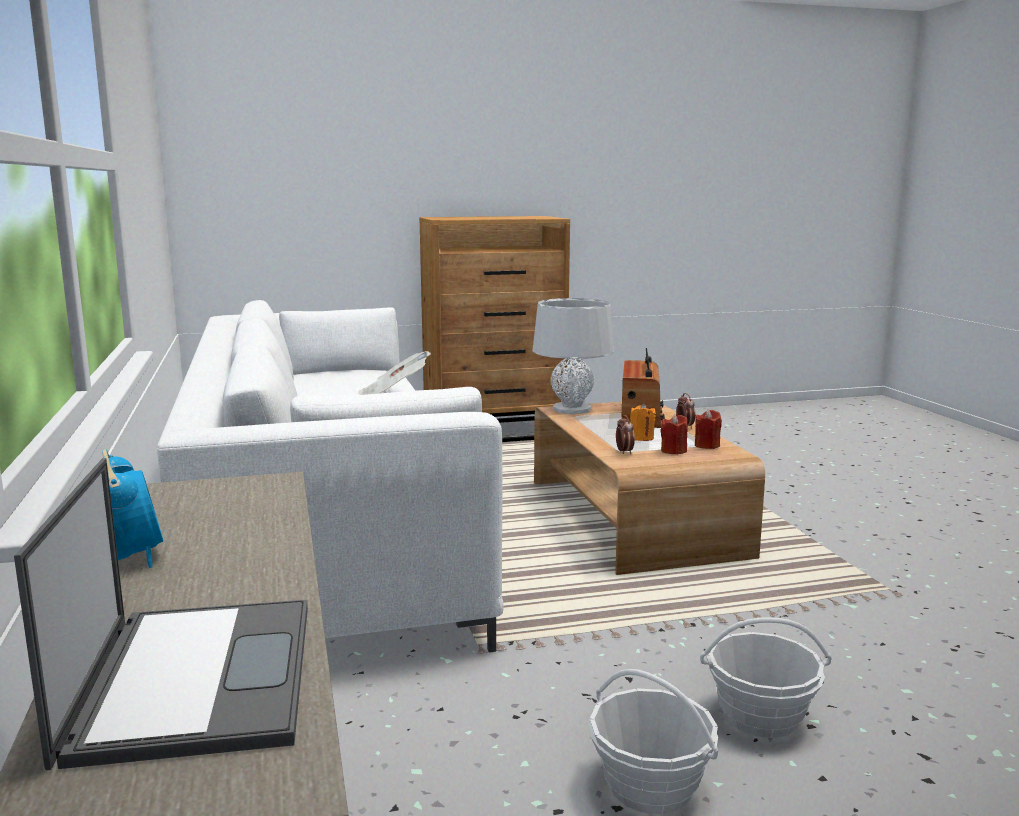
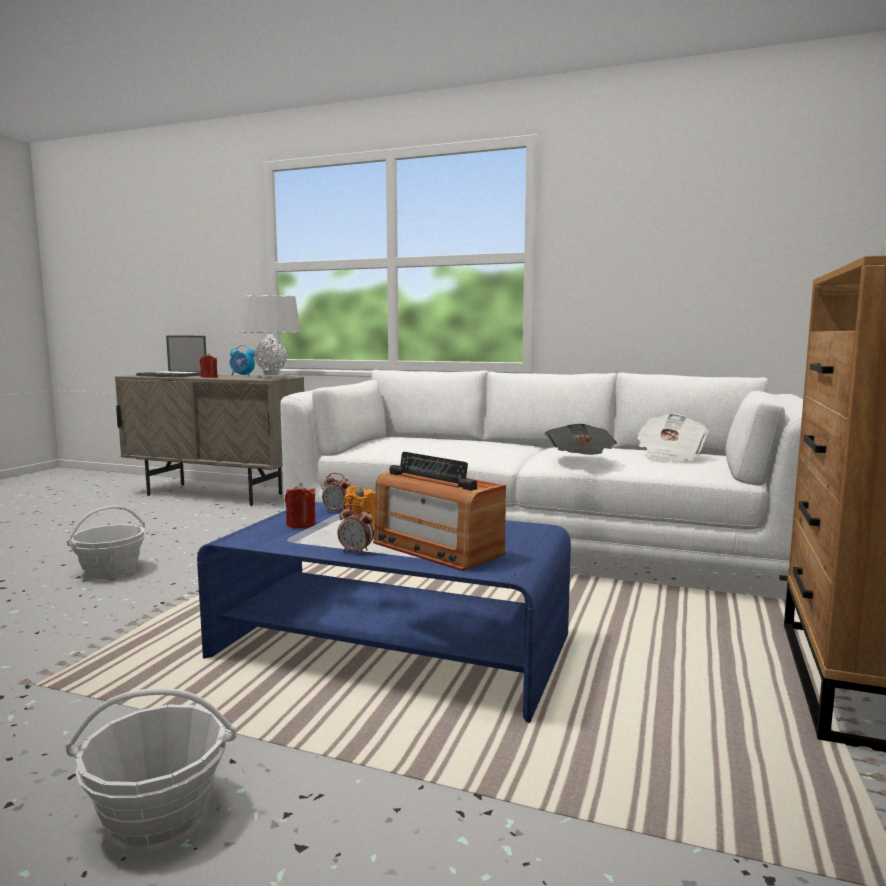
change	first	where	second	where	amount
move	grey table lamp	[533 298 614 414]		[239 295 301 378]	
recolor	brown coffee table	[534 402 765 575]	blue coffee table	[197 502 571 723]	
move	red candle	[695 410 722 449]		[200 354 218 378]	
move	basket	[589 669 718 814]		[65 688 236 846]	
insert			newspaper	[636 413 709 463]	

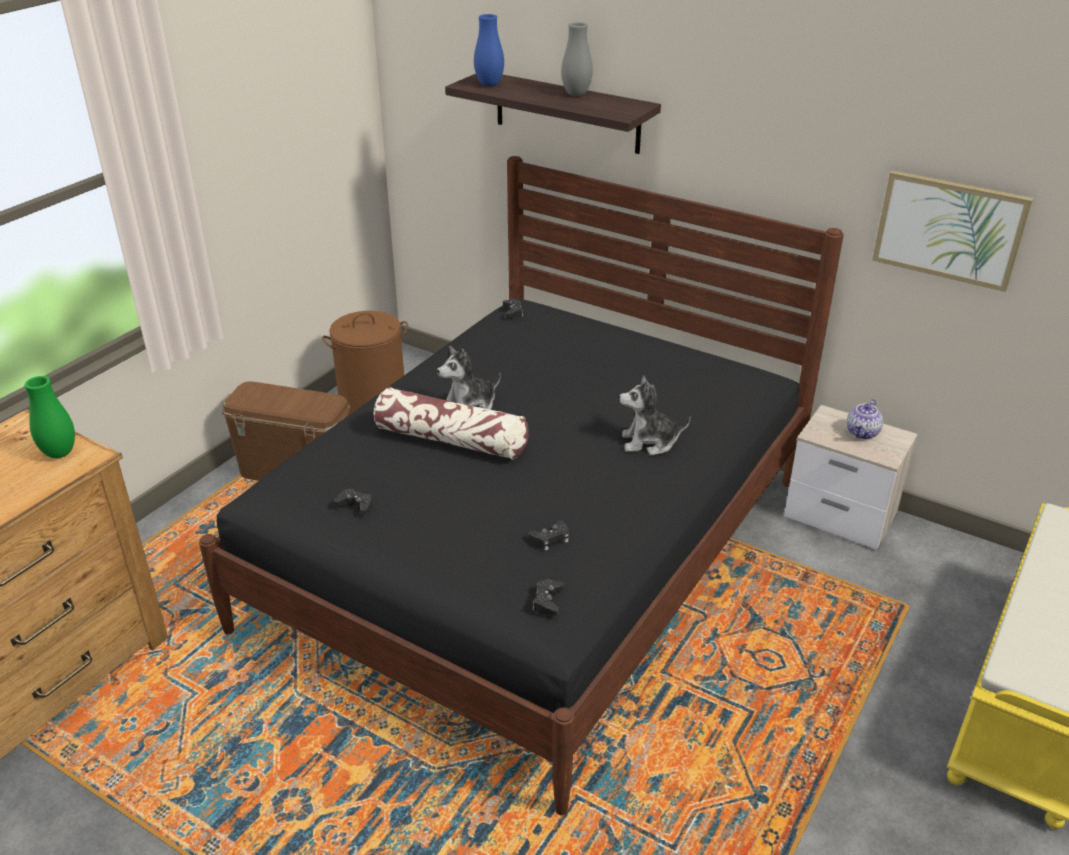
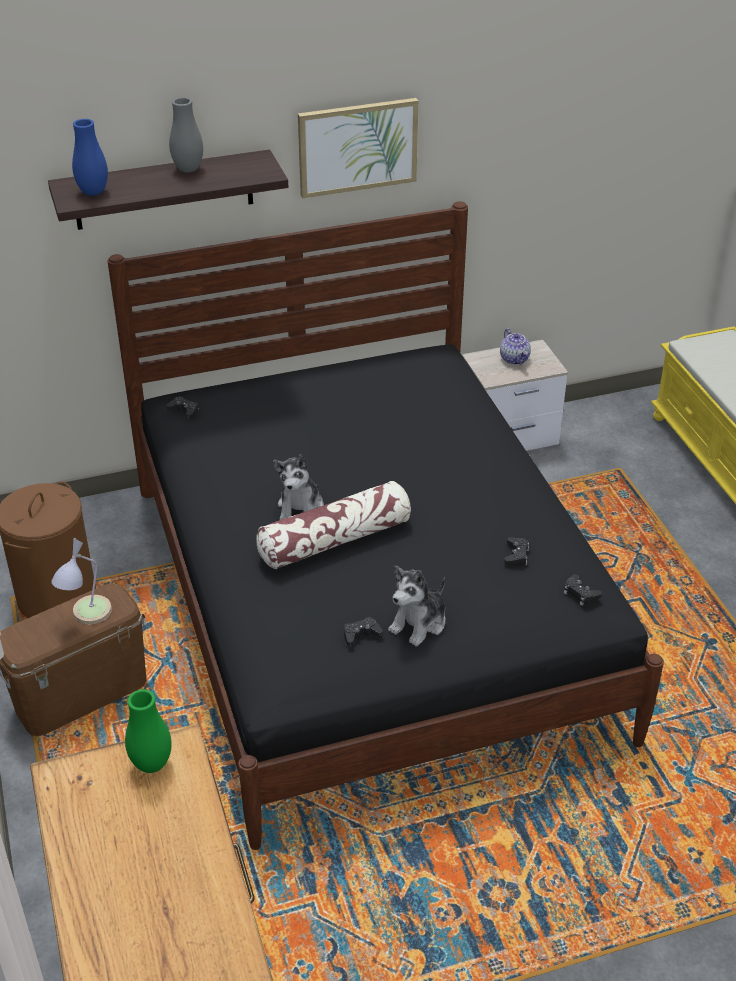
change	first	where	second	where	amount
move	picture	[872 170 1033 292]		[298 98 418 198]	
move	plush toy	[619 375 691 456]		[388 566 446 646]	
insert			table lamp	[51 538 112 624]	

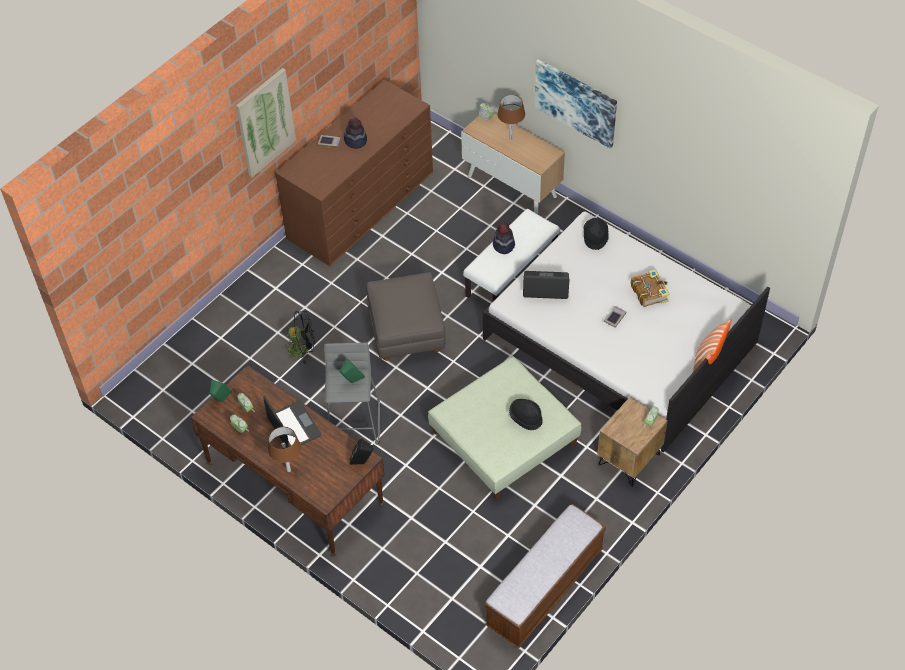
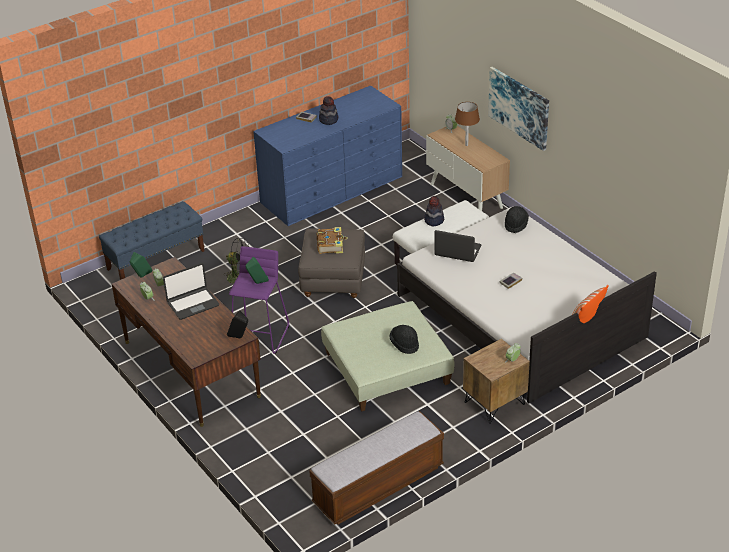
change	first	where	second	where	amount
delete	picture	[236 68 296 177]			
recolor	brown dresser	[275 80 433 266]	blue dresser	[253 85 402 226]	
move	book	[631 269 669 307]		[317 227 348 254]	
recolor	grey stool	[324 343 381 445]	purple stool	[229 246 289 354]	
rotate	laptop	[263 396 321 448]		[163 263 219 320]	75 degrees clockwise
delete	brown table lamp	[268 427 301 472]			
insert			blue bench	[99 201 205 280]	

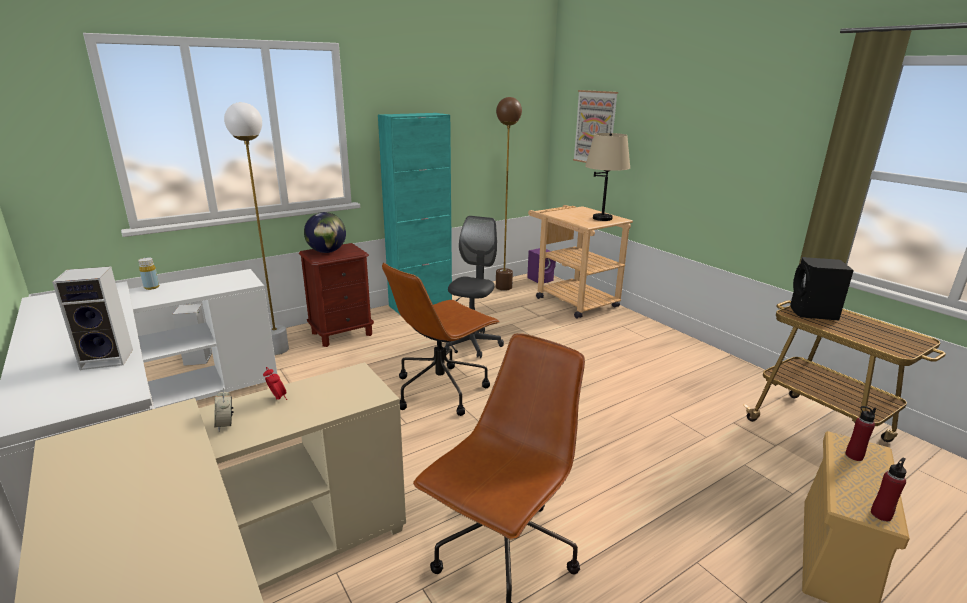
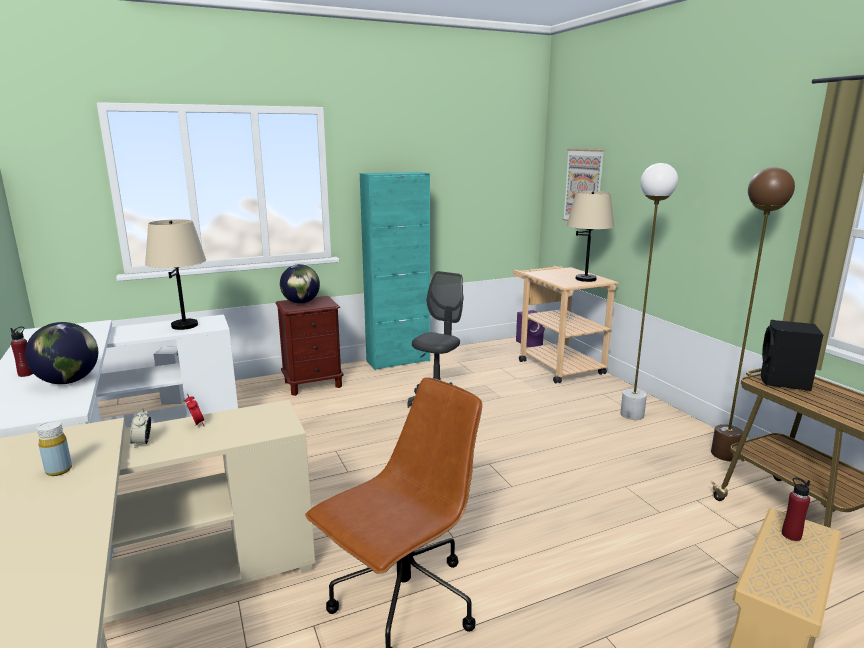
change	first	where	second	where	amount
move	brown floor lamp	[496 97 522 291]		[711 167 795 461]	
move	white floor lamp	[224 102 289 355]		[620 163 678 420]	
move	yellow bottle	[138 258 159 290]		[37 421 72 476]	
delete	brown office chair	[382 262 500 416]			
replace	speaker	[52 266 133 370]	globe	[25 322 98 384]	
move	red bottle	[871 458 907 521]		[10 327 33 377]	
insert			beige table lamp	[145 219 206 330]	

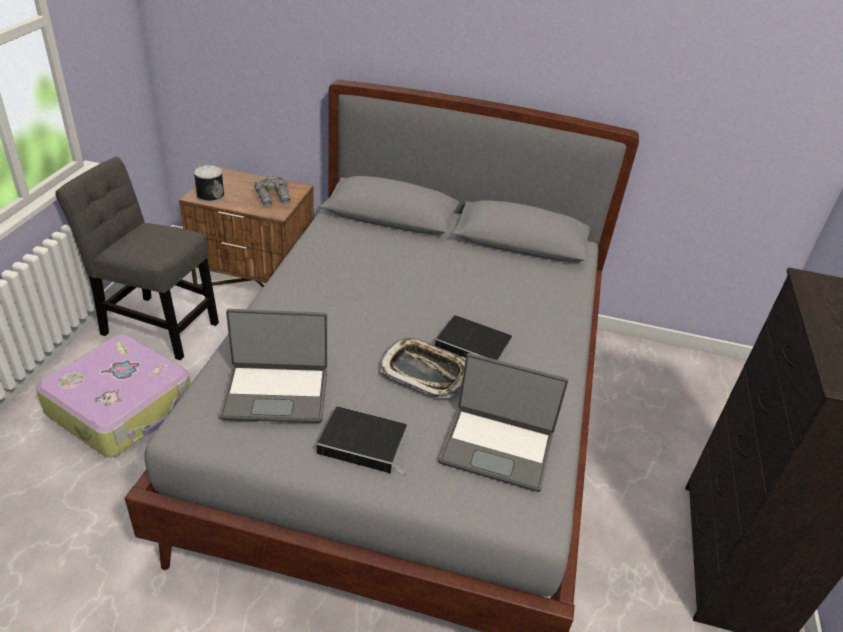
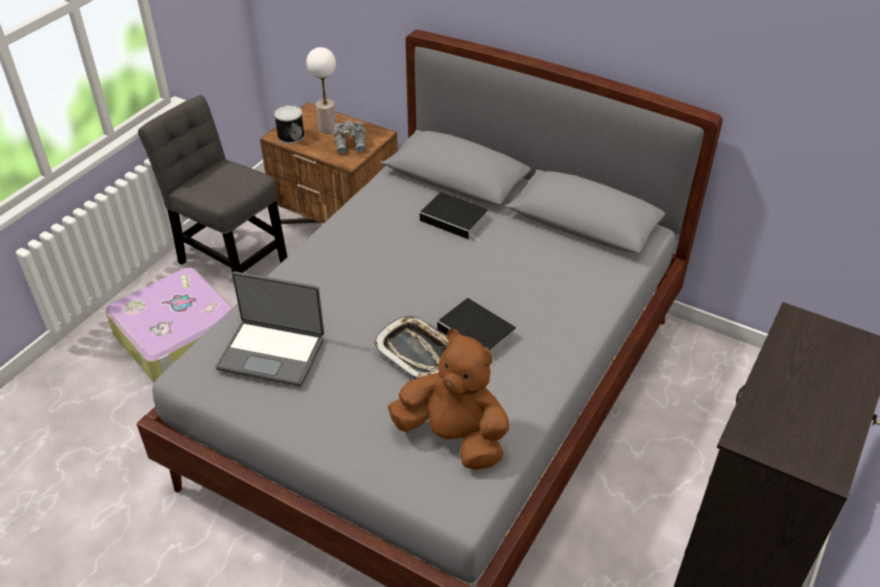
change	first	where	second	where	amount
replace	laptop	[439 353 568 492]	brown plush toy	[388 329 509 470]	
move	book	[317 406 408 475]		[420 192 488 242]	
insert			table lamp	[306 47 336 133]	

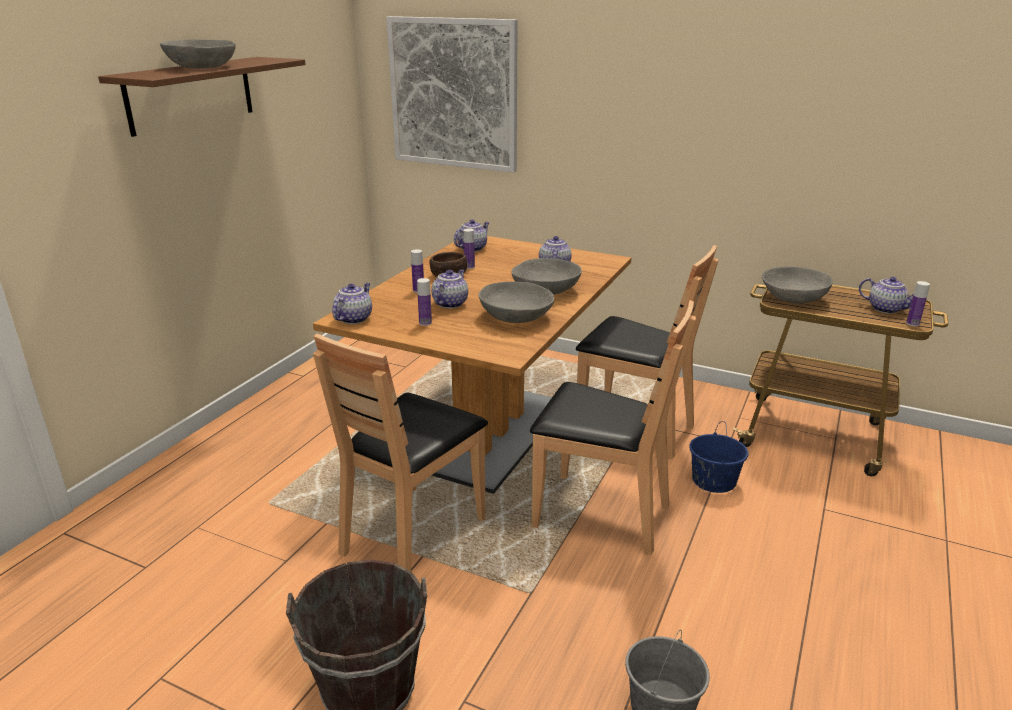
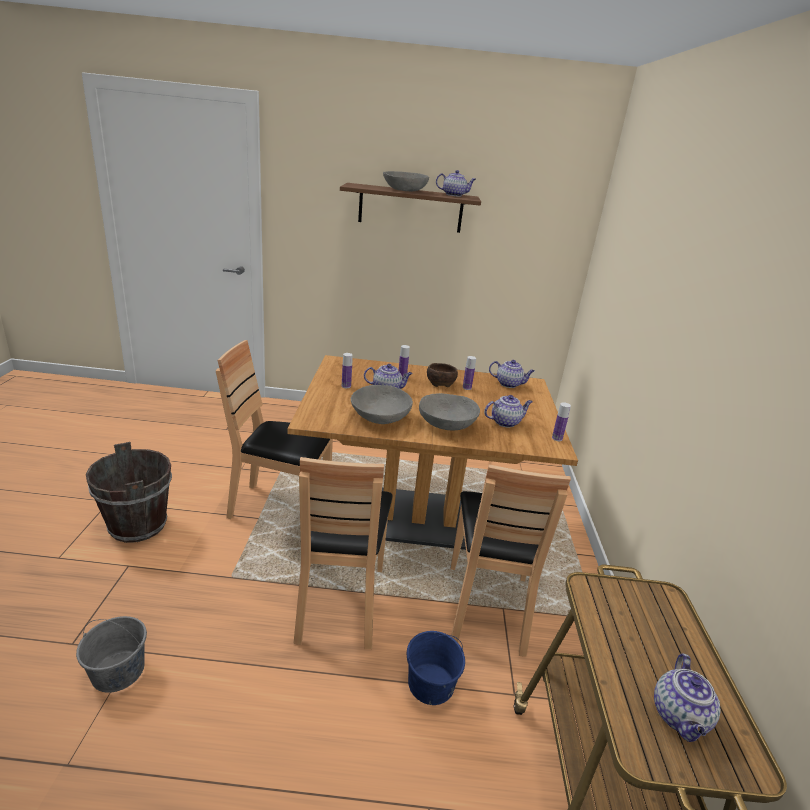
change	first	where	second	where	amount
delete	picture	[386 16 518 173]			
delete	grey bowl	[762 267 833 303]			
move	bottle	[906 281 930 326]		[552 402 571 441]	
move	teapot	[332 283 372 324]		[436 170 476 197]	

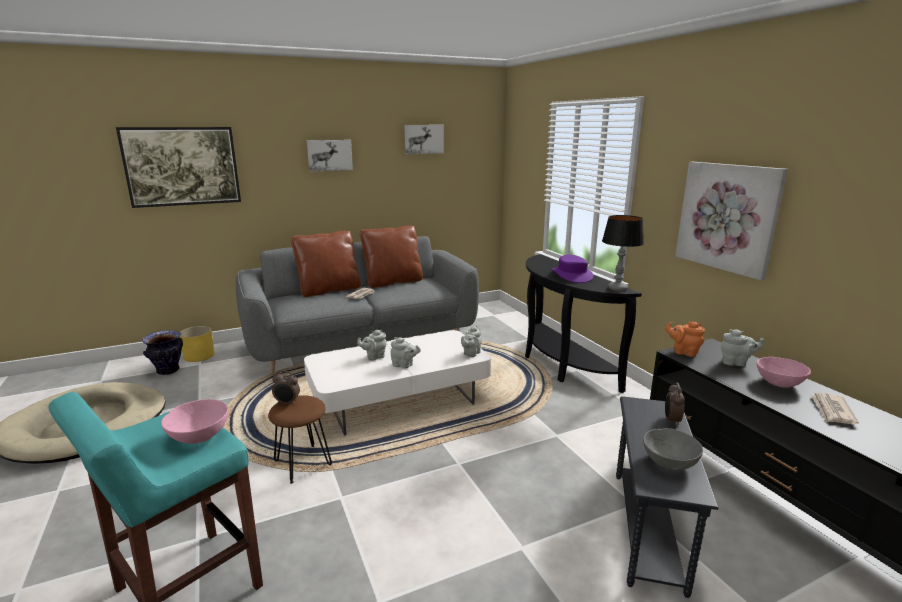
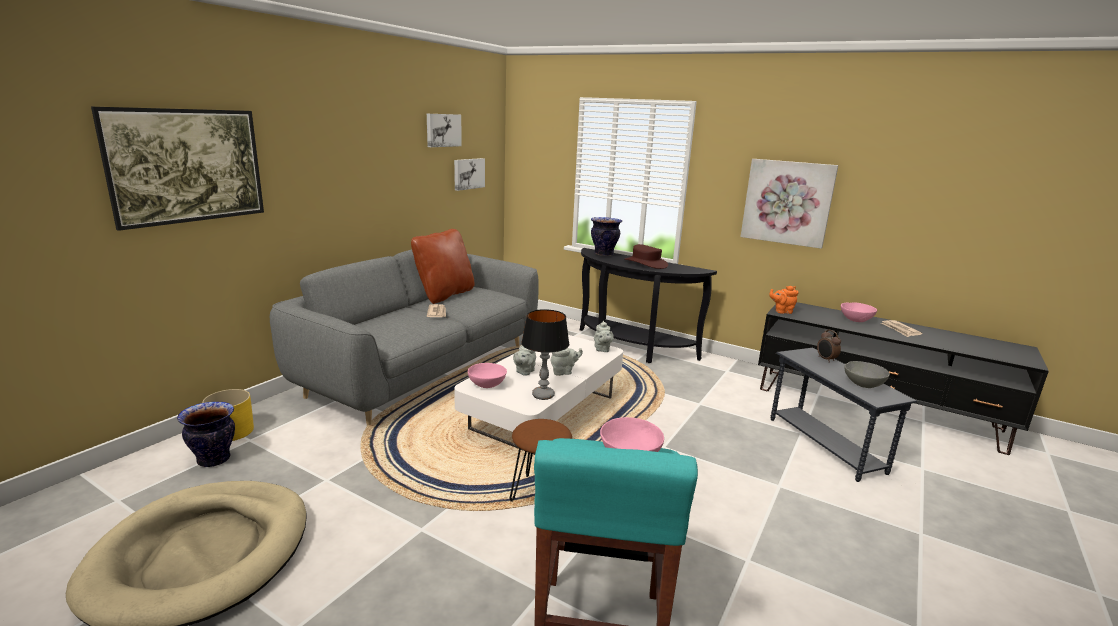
change	first	where	second	where	amount
move	picture	[307 140 353 172]		[454 158 485 191]	
move	table lamp	[602 215 644 291]		[521 309 569 400]	
delete	brown pillow	[291 231 361 297]			
recolor	purple hat	[552 255 593 283]	brown hat	[624 244 668 269]	
delete	grey teapot	[721 329 765 366]			
delete	alarm clock	[272 371 300 405]			
insert			vase	[591 217 622 256]	
insert			pink bowl	[468 363 507 388]	

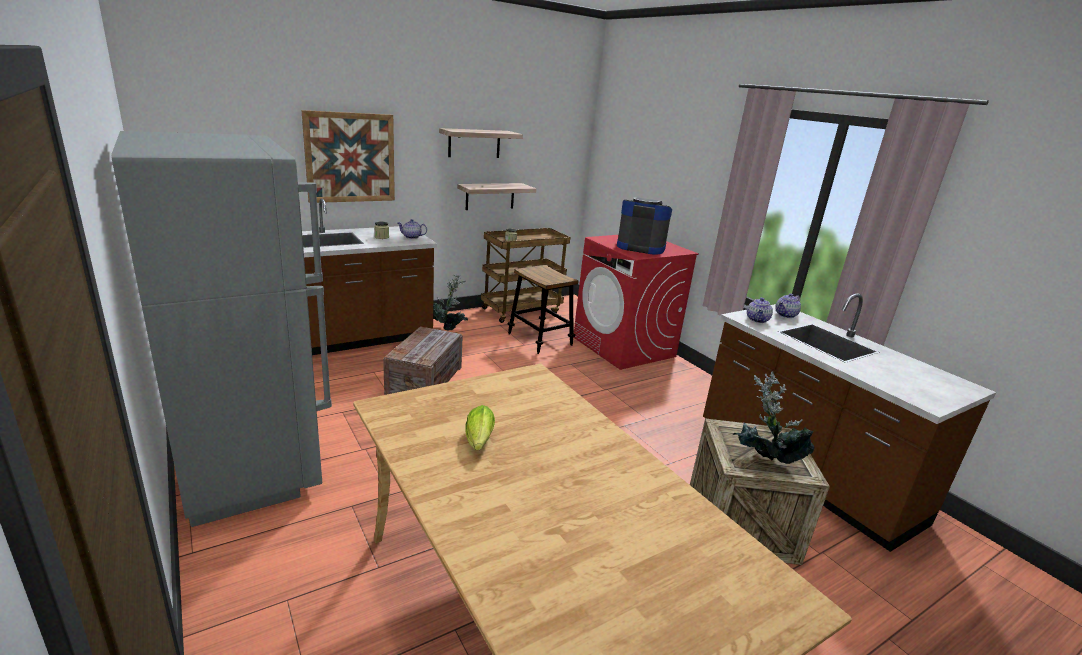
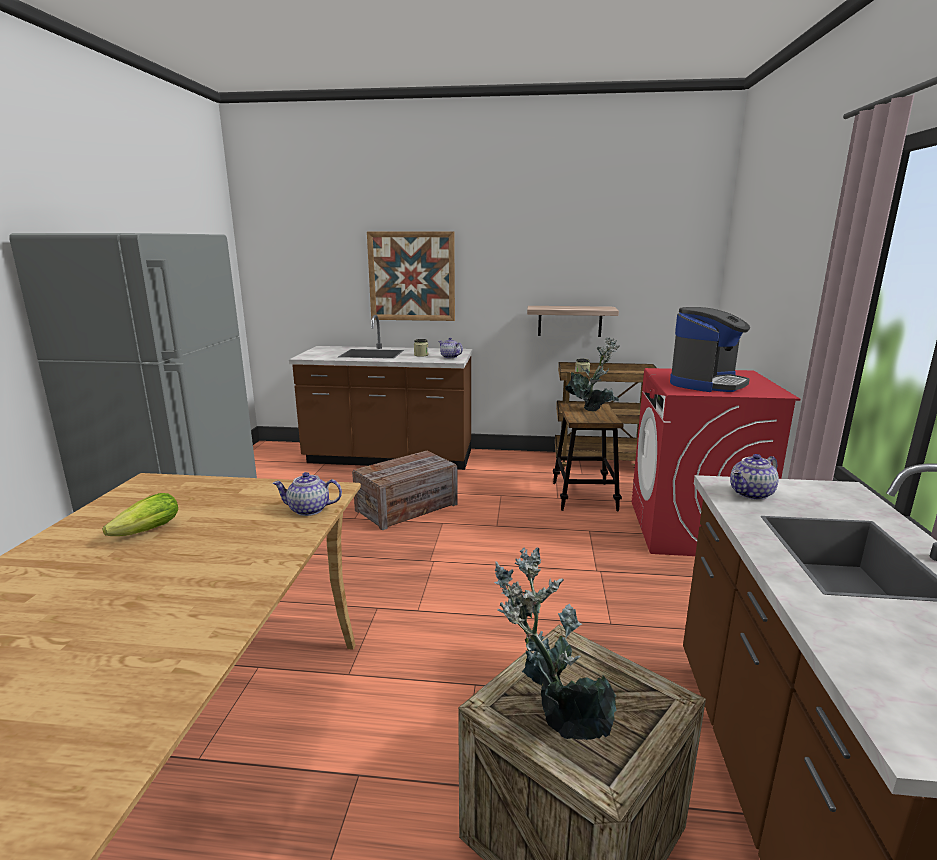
change	first	where	second	where	amount
delete	shelf	[439 128 523 158]			
rotate	coffee machine	[617 197 672 255]		[670 307 750 392]	75 degrees clockwise
move	potted plant	[433 275 468 330]		[565 338 620 411]	
move	teapot	[775 293 801 318]		[273 472 342 516]	

